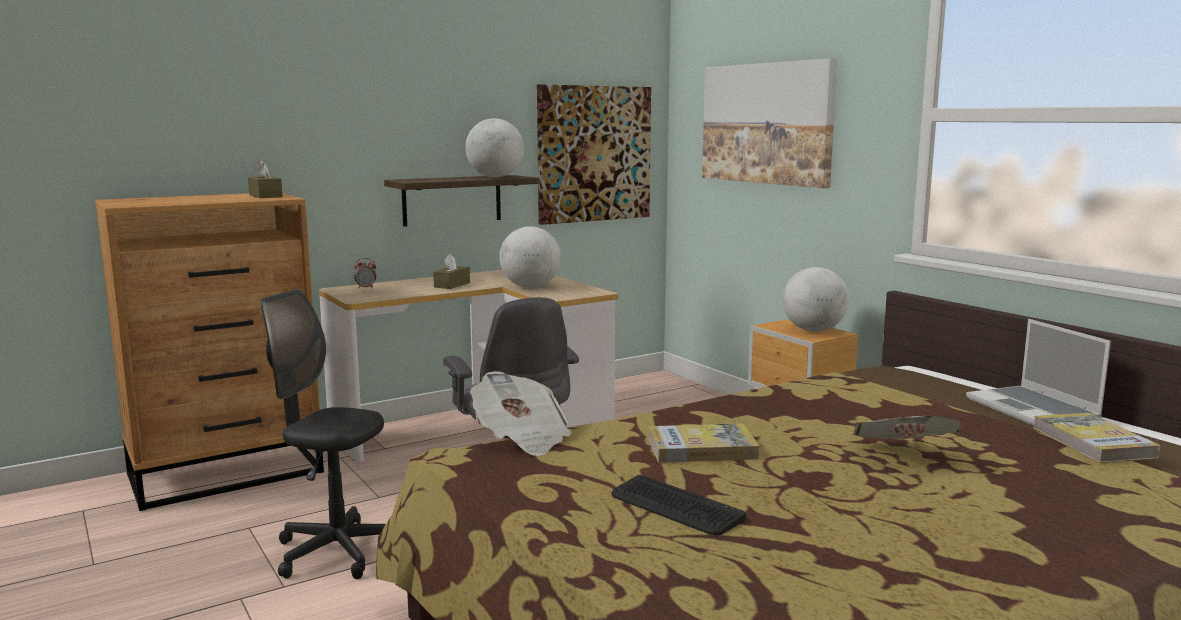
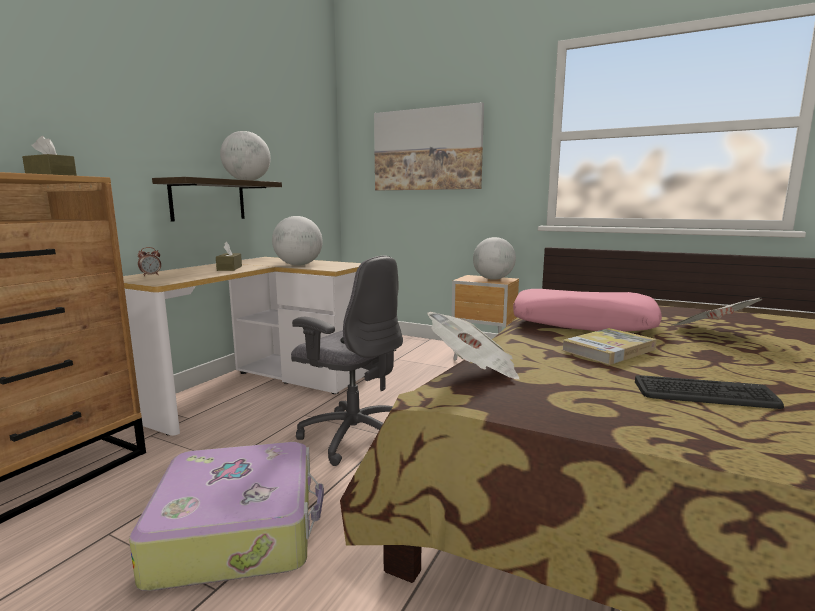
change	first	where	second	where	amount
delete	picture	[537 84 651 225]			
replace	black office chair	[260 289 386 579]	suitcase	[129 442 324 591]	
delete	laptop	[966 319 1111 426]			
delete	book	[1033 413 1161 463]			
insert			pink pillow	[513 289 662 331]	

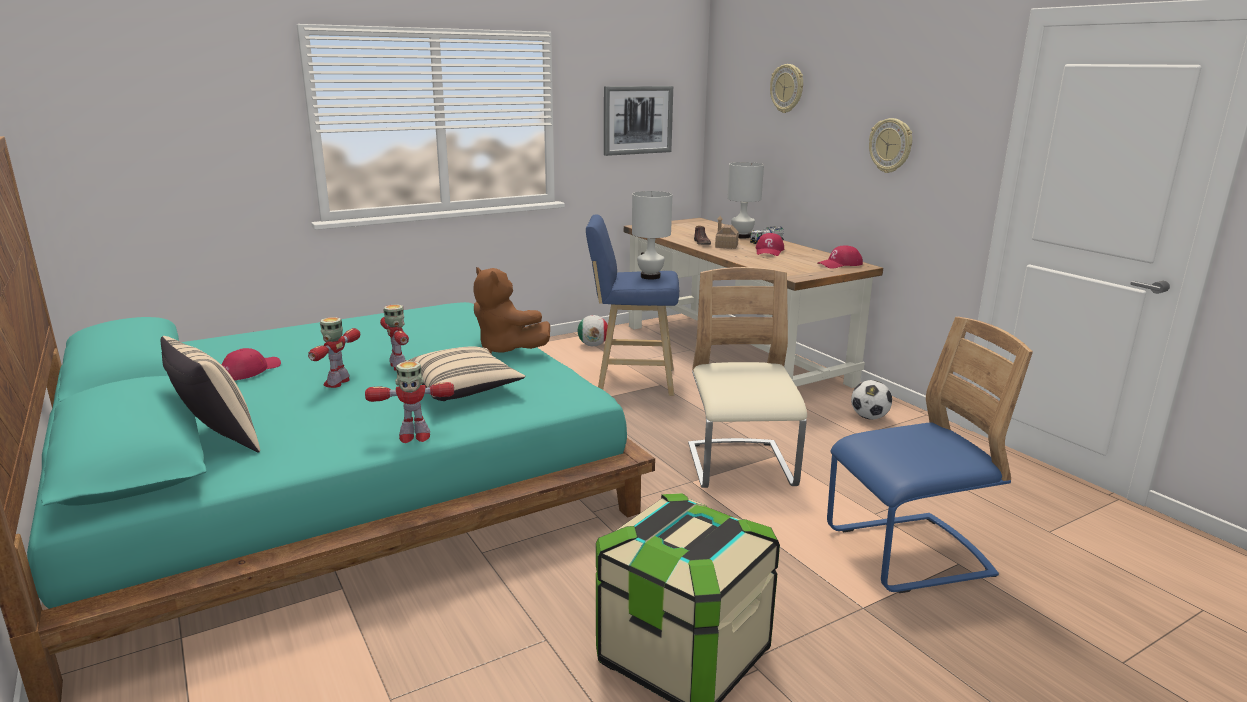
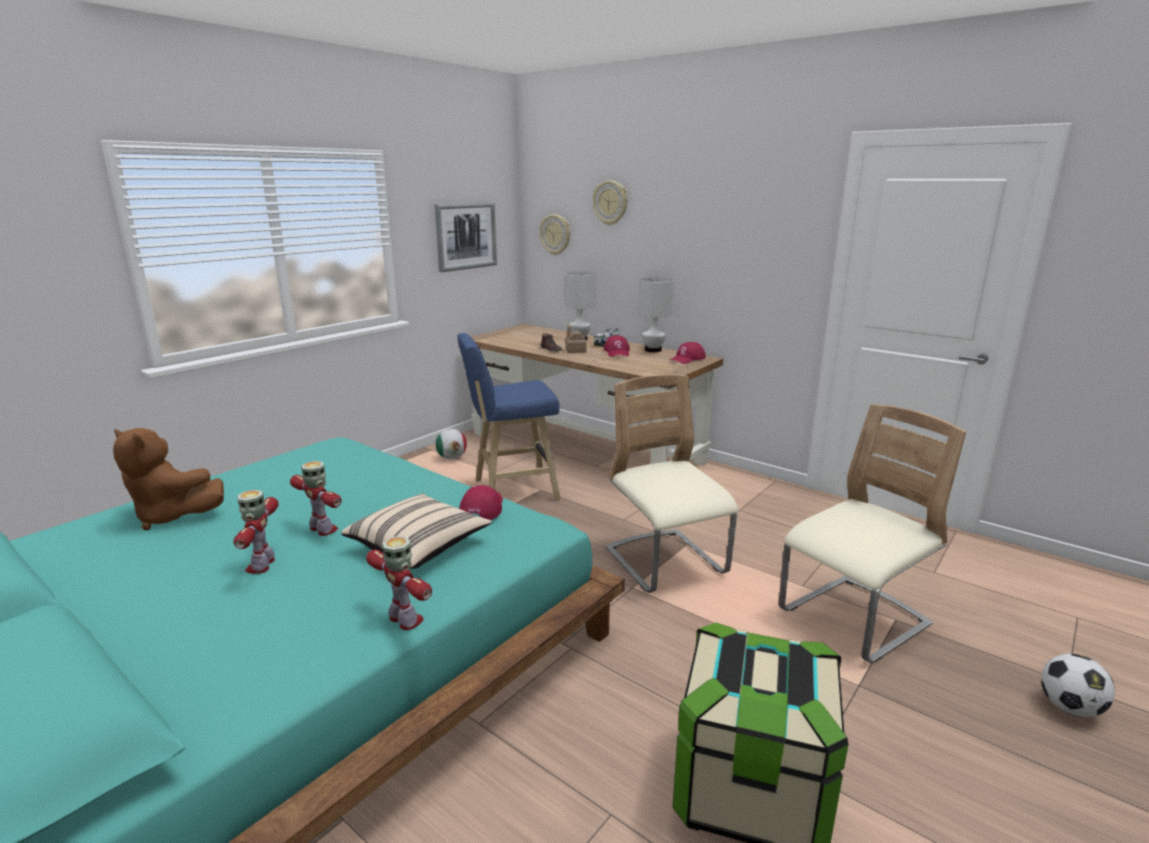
change	first	where	second	where	amount
move	wall clock	[869 118 912 173]		[540 214 570 255]	
move	white table lamp	[632 191 672 279]		[638 277 673 352]	
move	brown plush toy	[473 267 550 354]		[113 428 224 530]	
recolor	blue chair	[827 317 1033 593]	beige chair	[779 404 966 663]	
delete	beige pillow	[161 336 260 453]			
move	red cap	[222 348 281 381]		[459 485 503 520]	
rotate	toy robot	[365 361 454 443]		[366 536 432 630]	105 degrees counterclockwise
move	football	[851 380 892 420]		[1041 654 1115 717]	

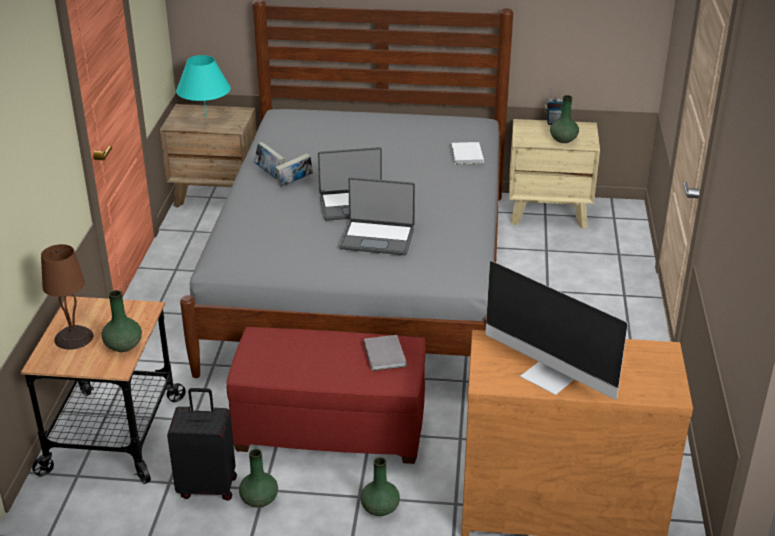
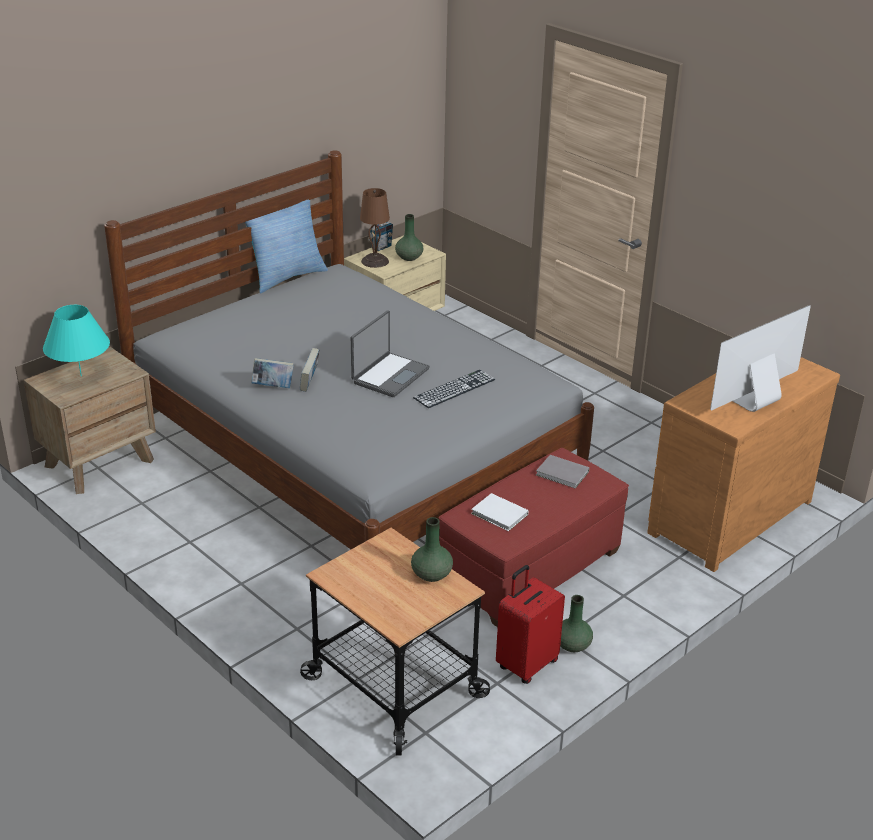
change	first	where	second	where	amount
move	white book	[451 142 484 164]		[471 493 528 531]	
replace	laptop	[339 177 415 255]	keyboard	[413 370 495 408]	
move	brown table lamp	[41 244 93 350]		[360 188 390 268]	
rotate	monitor	[485 261 628 400]		[710 305 811 412]	150 degrees clockwise
recolor	black suitcase	[167 388 237 501]	red suitcase	[496 565 565 684]	
delete	green vase	[360 457 400 516]			
insert			pillow	[245 200 328 294]	

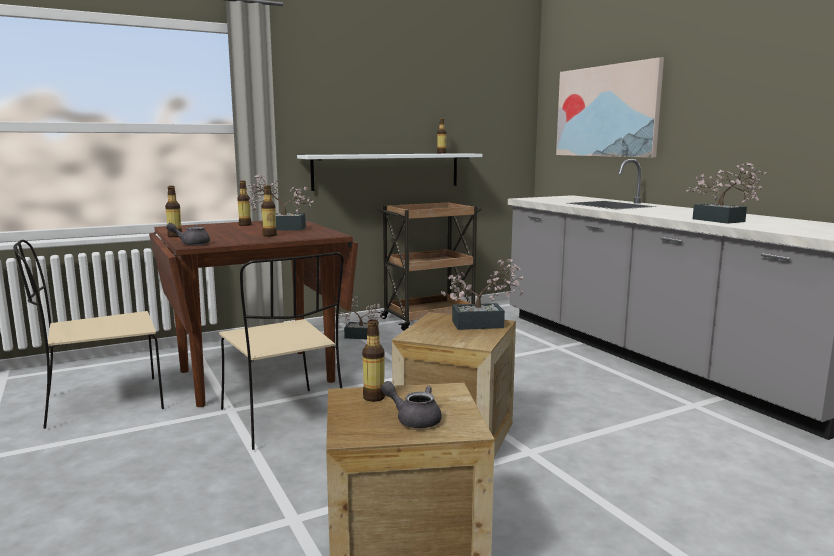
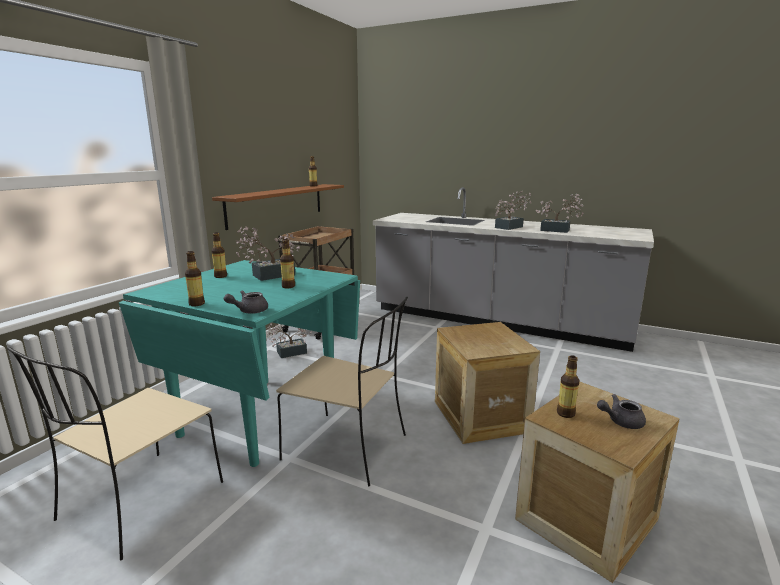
change	first	where	second	where	amount
delete	picture	[556 57 664 158]			
recolor	white shelf	[297 153 482 191]	brown shelf	[212 184 344 230]	
recolor	brown dining table	[149 221 358 407]	turquoise dining table	[119 260 360 467]	
move	potted plant	[441 259 524 330]		[495 190 531 230]	

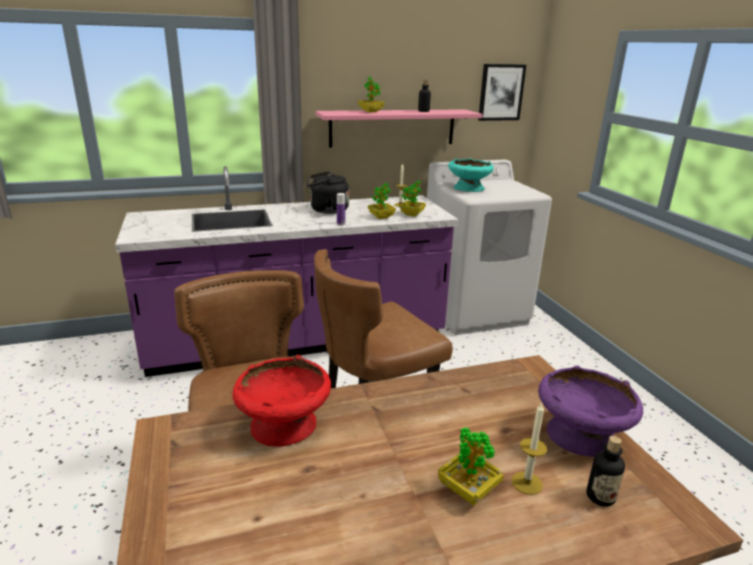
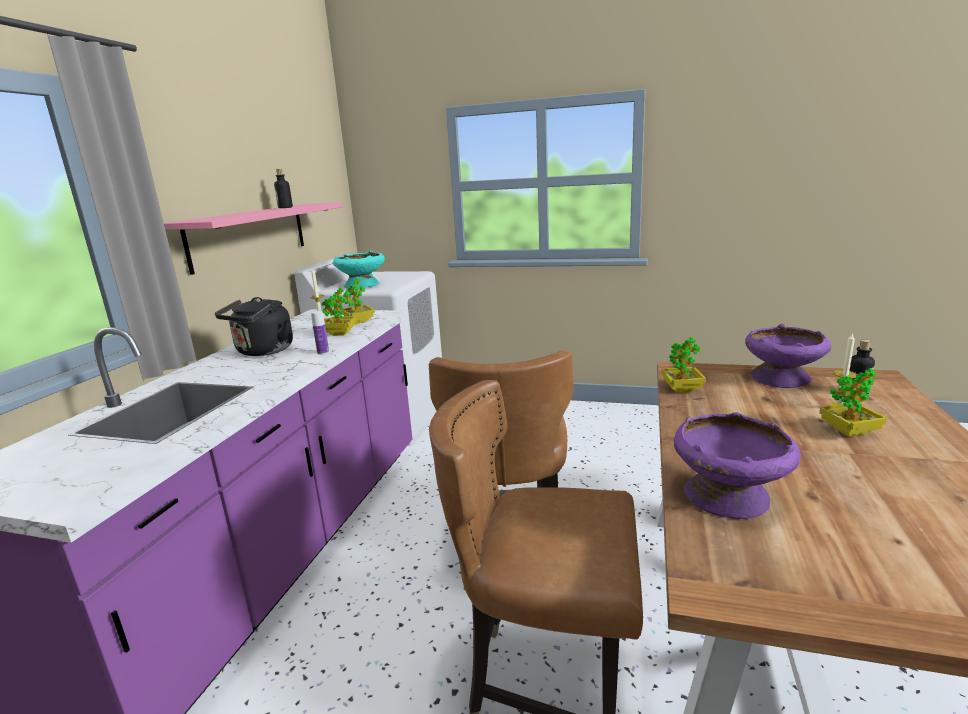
change	first	where	second	where	amount
delete	picture	[478 64 526 121]			
move	potted plant	[358 76 385 113]		[661 337 706 393]	
recolor	red bowl	[232 355 331 447]	purple bowl	[674 412 801 519]	

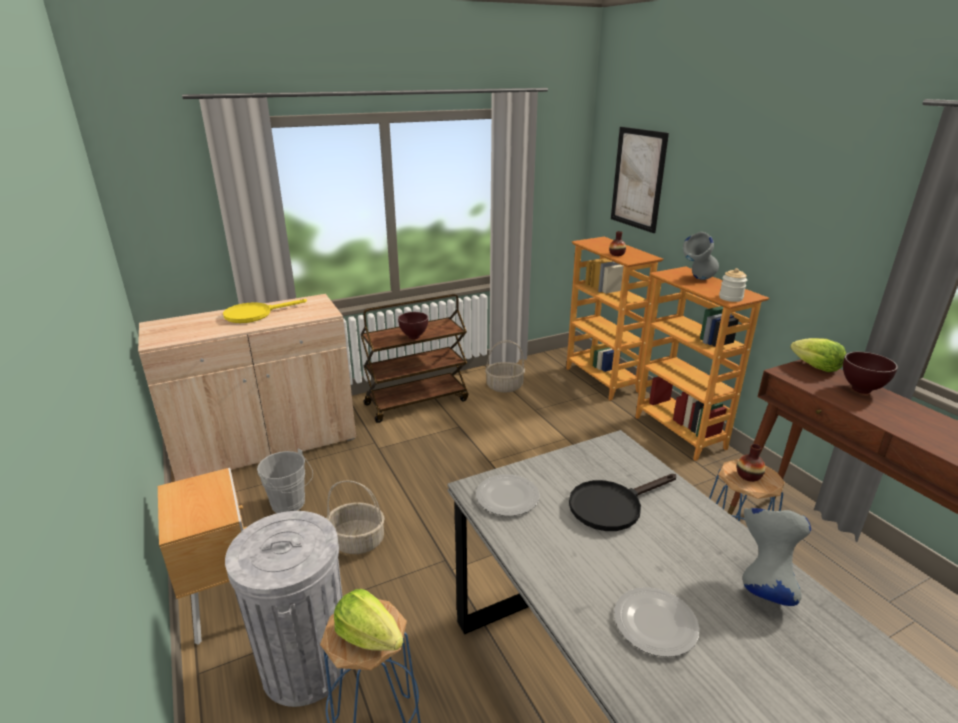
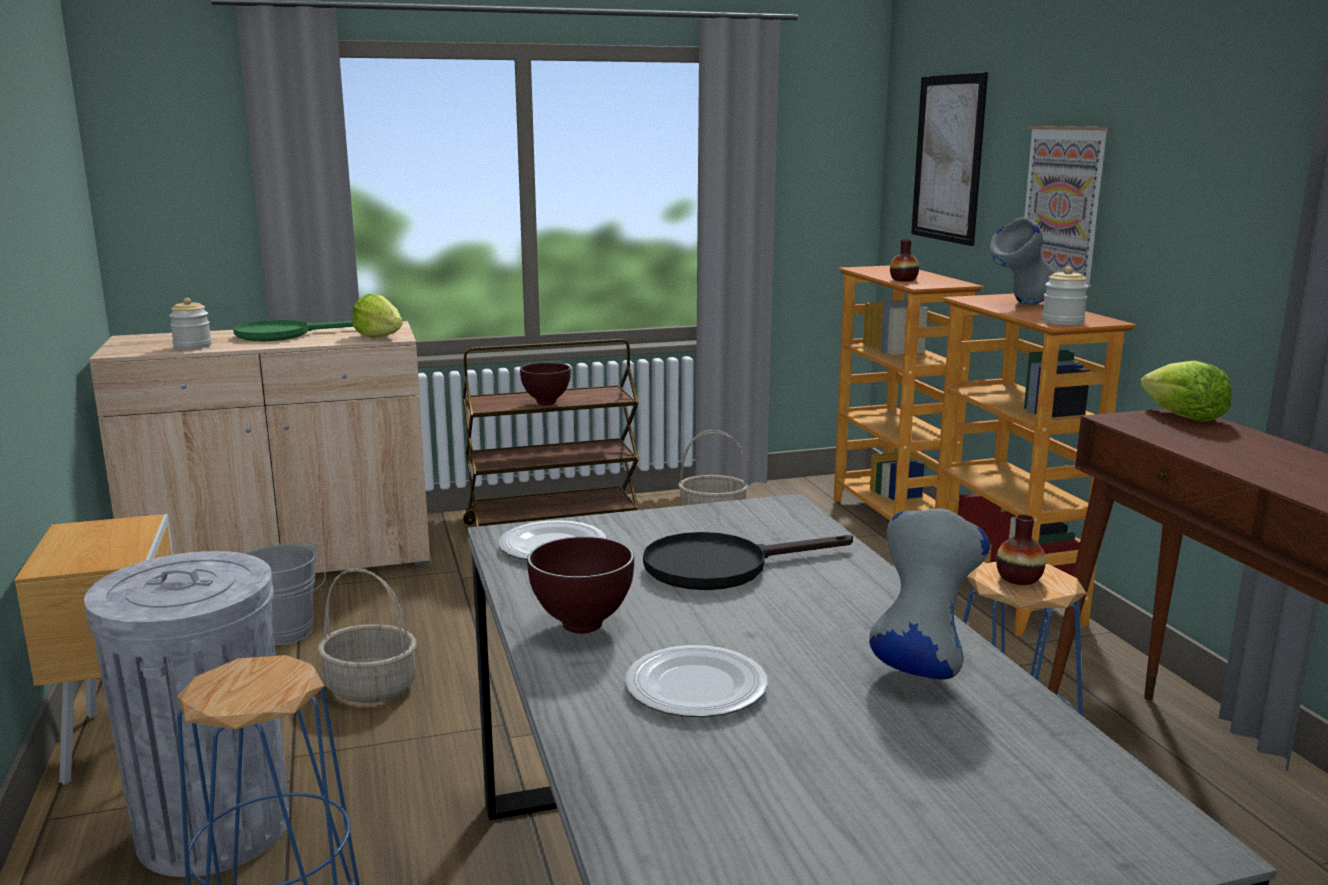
change	first	where	second	where	amount
recolor	yellow frying pan	[223 299 307 323]	green frying pan	[233 320 353 341]	
move	brown bowl	[843 352 898 394]		[527 536 634 634]	
move	lettuce	[334 589 404 650]		[352 294 403 338]	
insert			picture	[1024 126 1110 289]	
insert			jar	[169 298 212 350]	

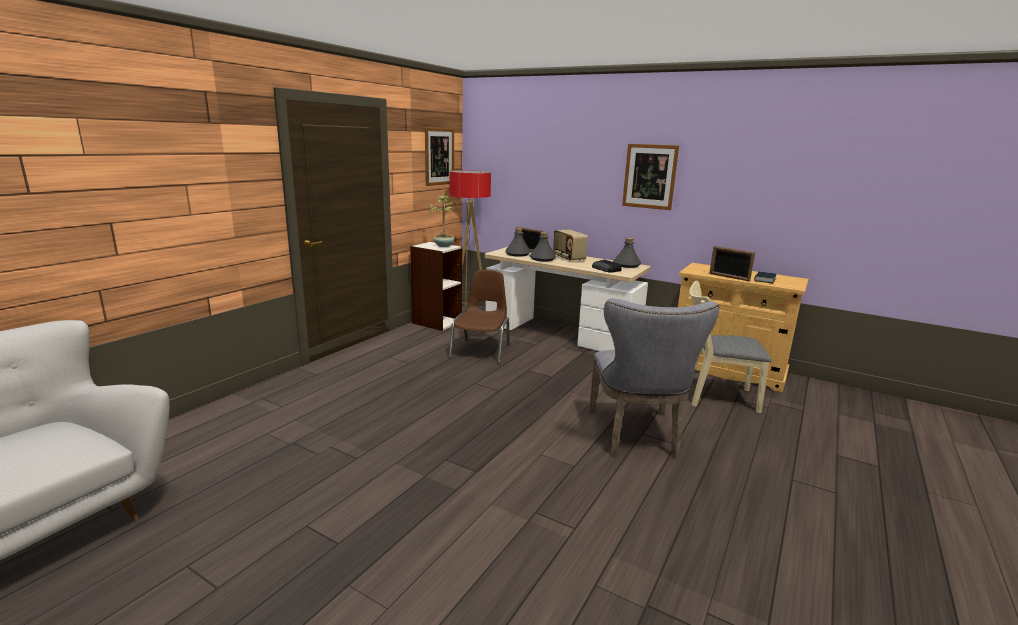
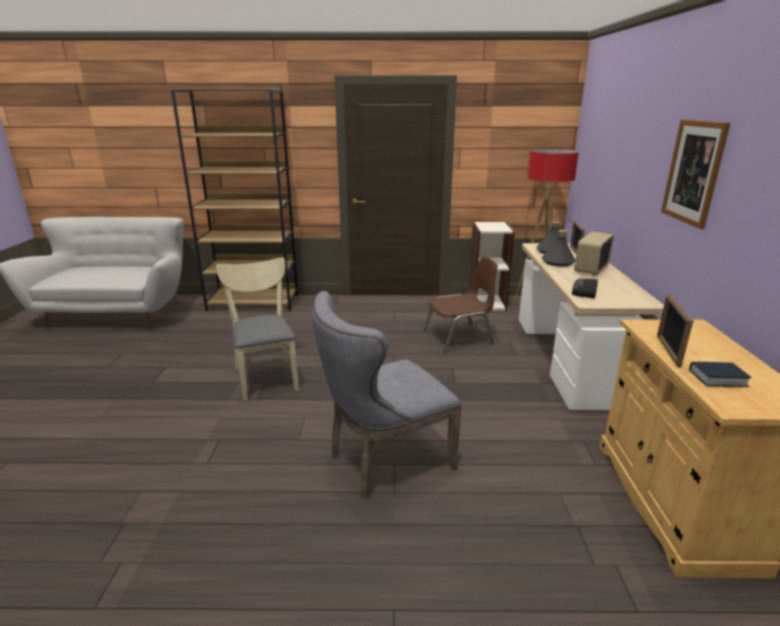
change	first	where	second	where	amount
delete	picture	[425 128 454 186]			
delete	potted plant	[430 194 455 247]			
delete	grey bottle	[613 238 641 268]			
move	beige chair	[689 281 771 413]		[216 257 299 401]	
insert			brown bookcase	[171 88 298 311]	

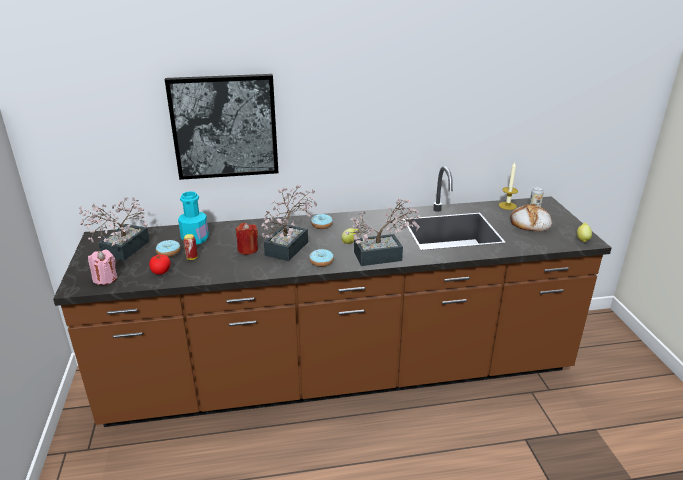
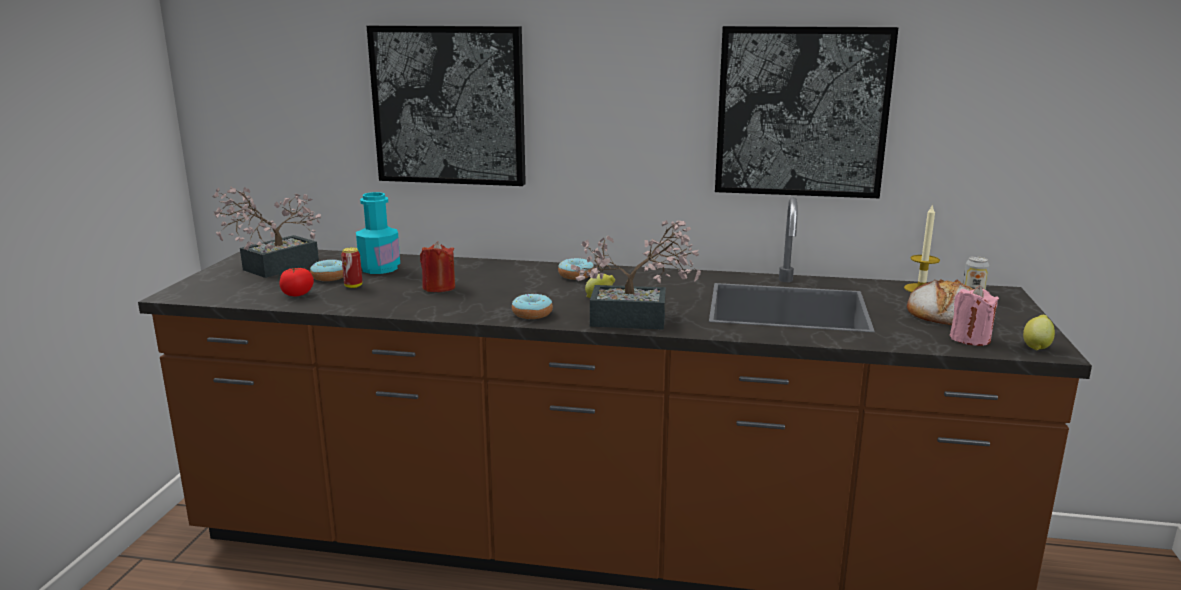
change	first	where	second	where	amount
delete	potted plant	[262 185 317 261]			
move	pink candle	[88 249 117 285]		[950 286 999 346]	
insert			picture	[715 26 898 198]	

